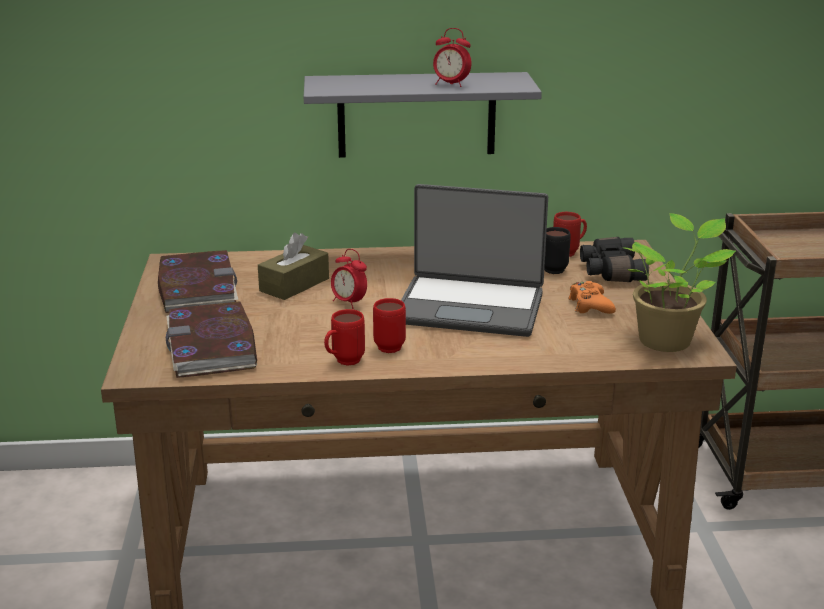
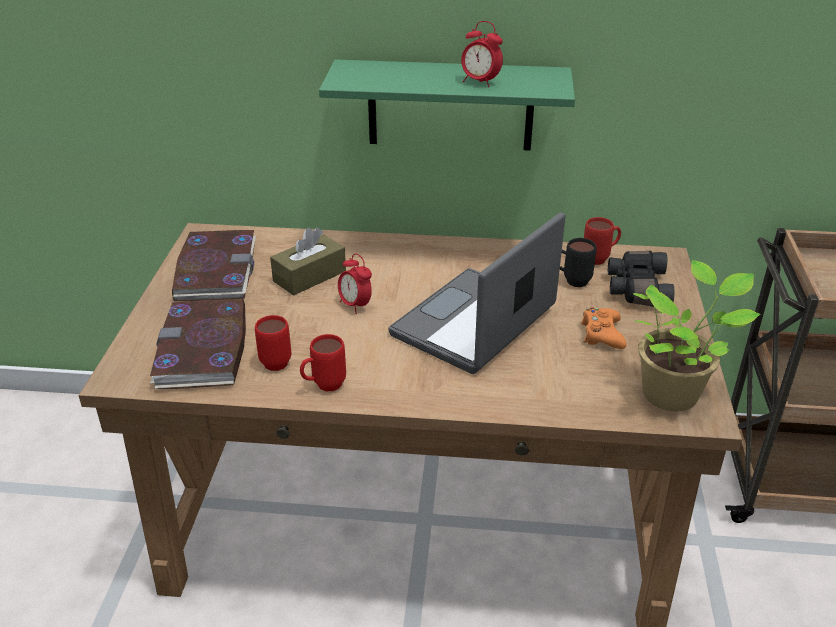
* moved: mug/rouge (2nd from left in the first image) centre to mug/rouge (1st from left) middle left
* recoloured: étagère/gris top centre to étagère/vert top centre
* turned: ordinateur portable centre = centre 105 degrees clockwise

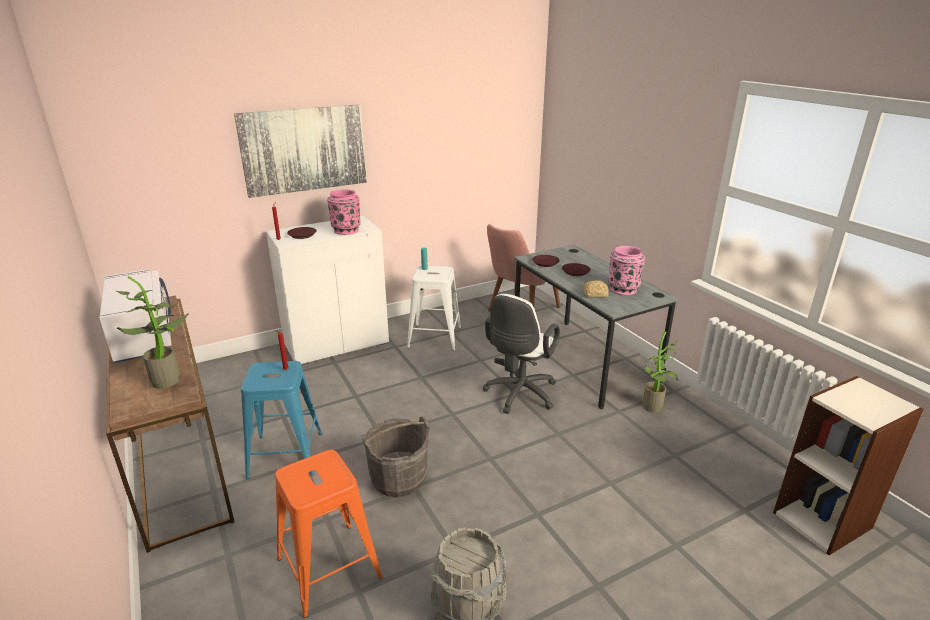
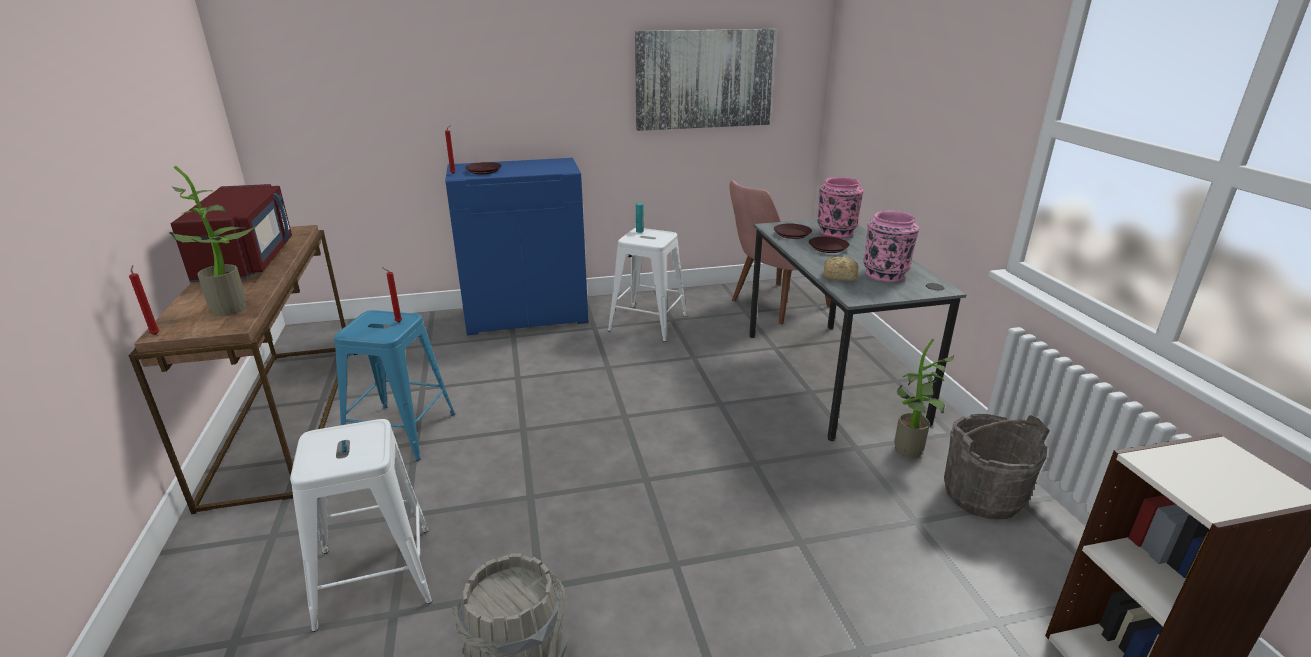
* added: bougie/rouge (1st from left) middle left
* recoloured: micro-ondes/blanc middle left to micro-ondes/rouge middle left
* recoloured: tabouret/orange bottom centre to tabouret/blanc (1st from left) bottom left
* recoloured: meuble de rangement/blanc centre to meuble de rangement/bleu centre
* moved: tableau top left to top centre
* moved: vase/rose (1st from left) centre to top centre
* moved: seau/gris (1st from left in the first image) bottom centre to seau/gris (2nd from left) bottom right
* removed: chaise de bureau/blanc centre

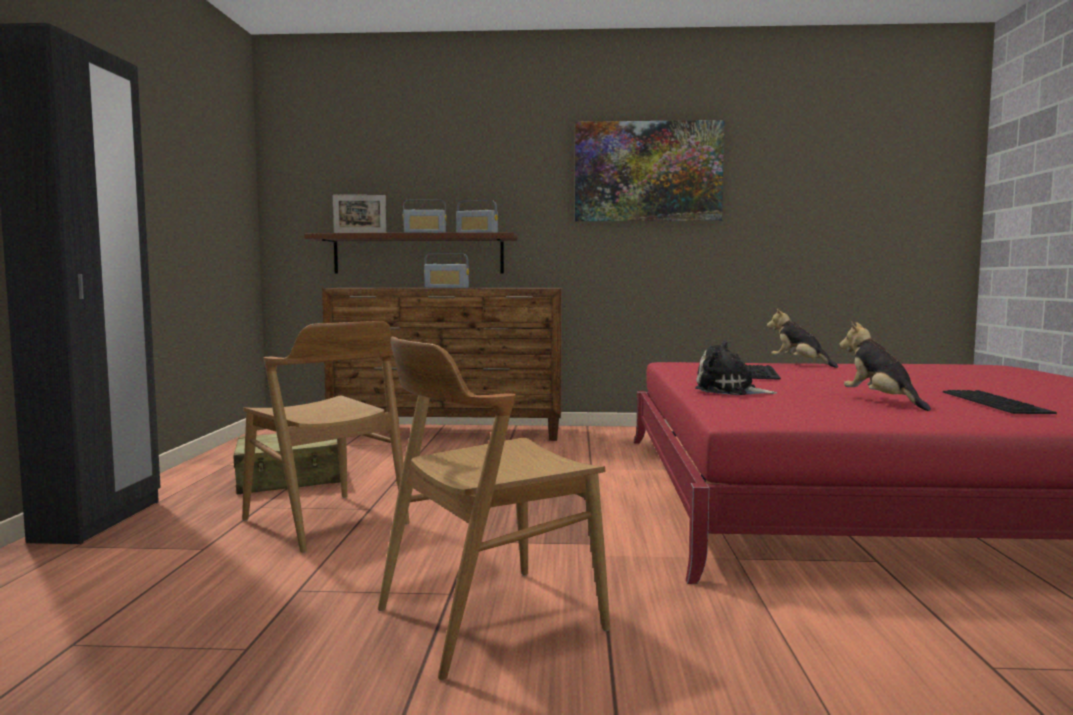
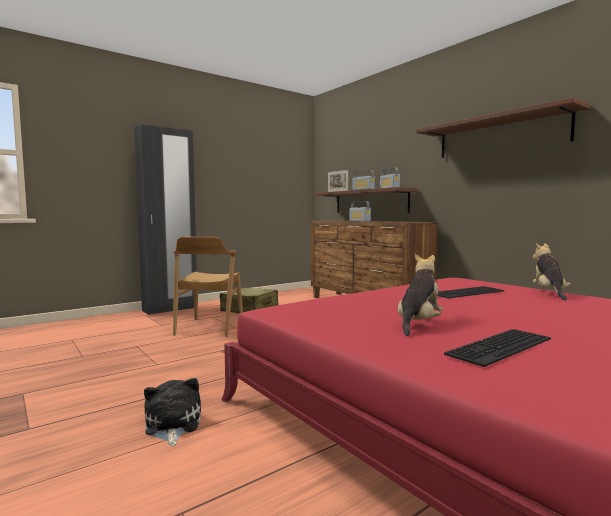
* moved: peluche (1st from left) middle right to bottom left
* replaced: tableau top centre to étagère/marron (2nd from left) top right
* removed: chaise/marron (2nd from left) bottom centre

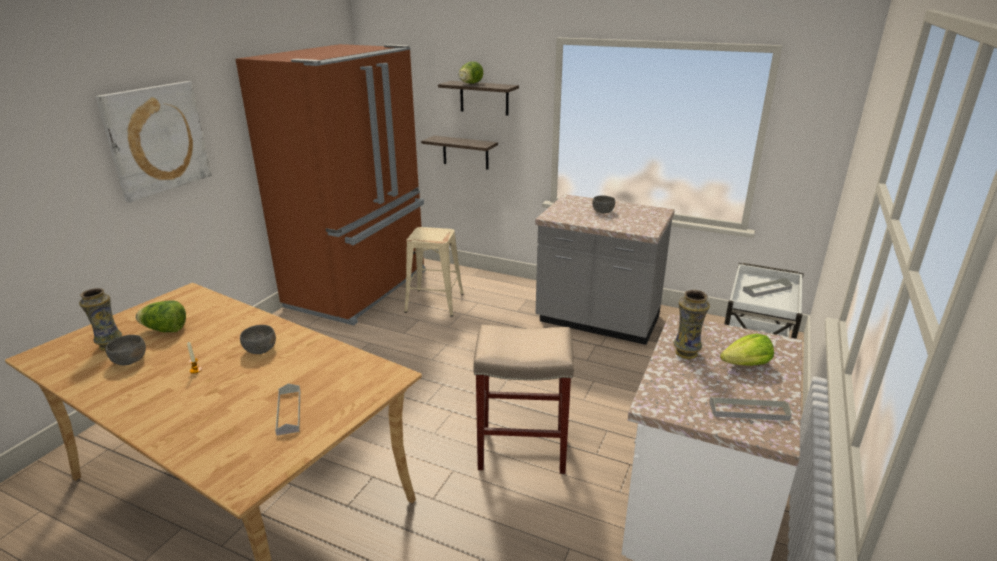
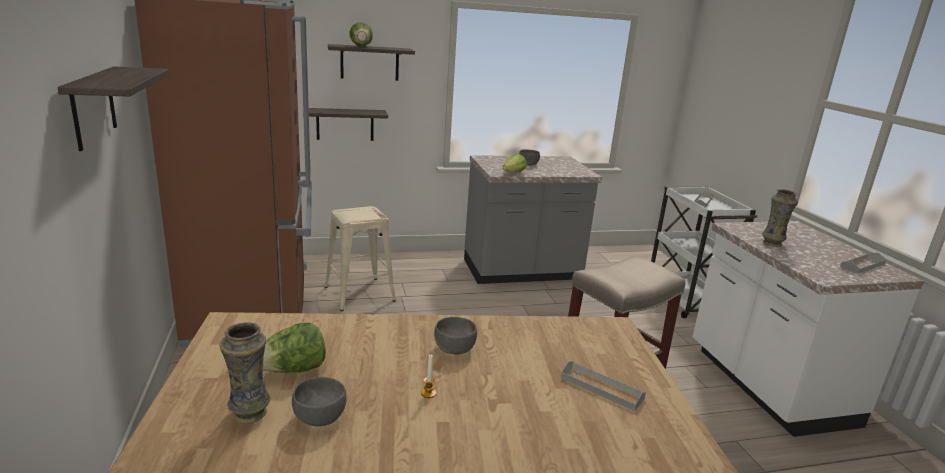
* replaced: tableau top left to étagère (1st from left) top left
* moved: laitue (3rd from left) middle right to centre

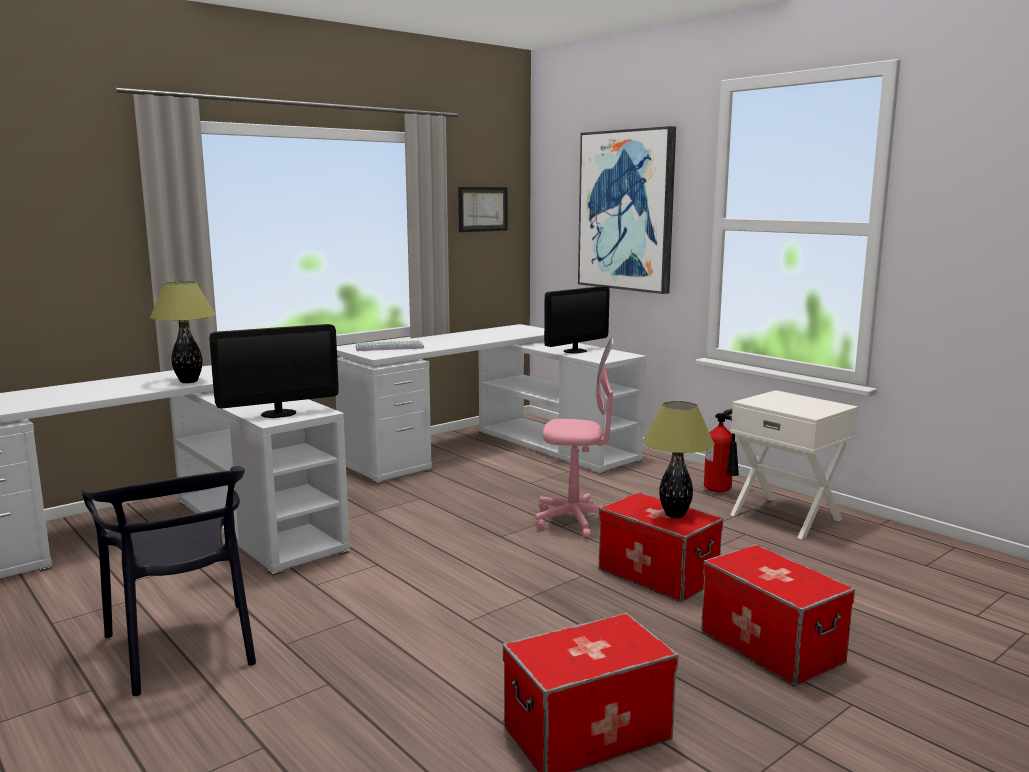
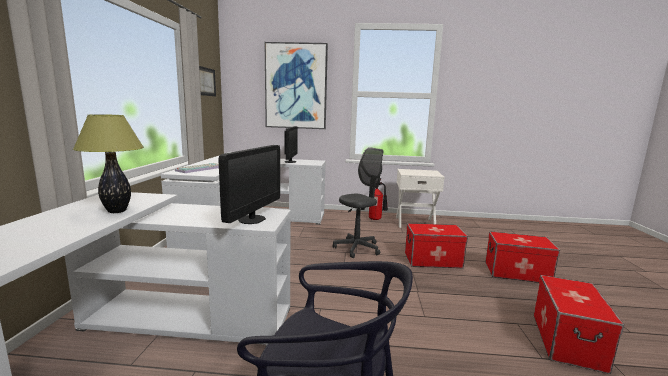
* recoloured: chaise de bureau/rose centre to chaise de bureau/gris centre
* removed: lampe de table (2nd from left) centre

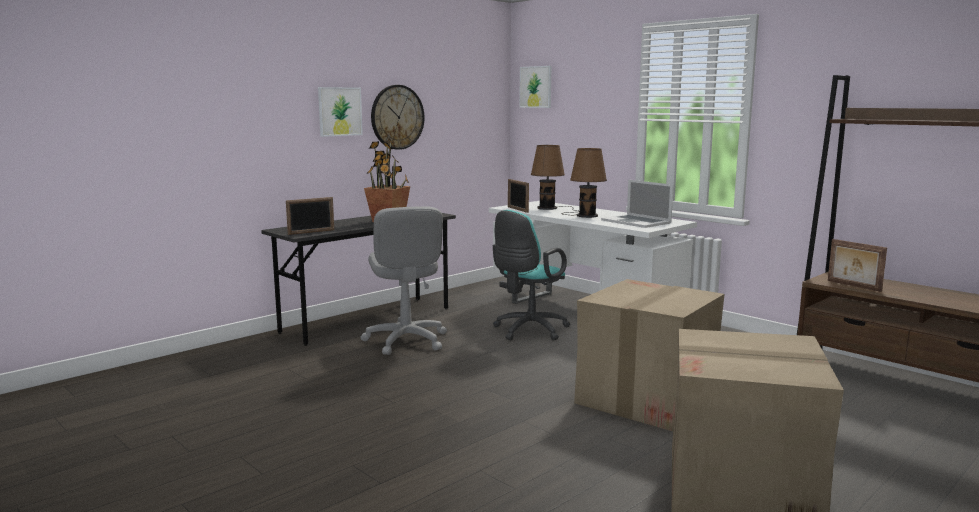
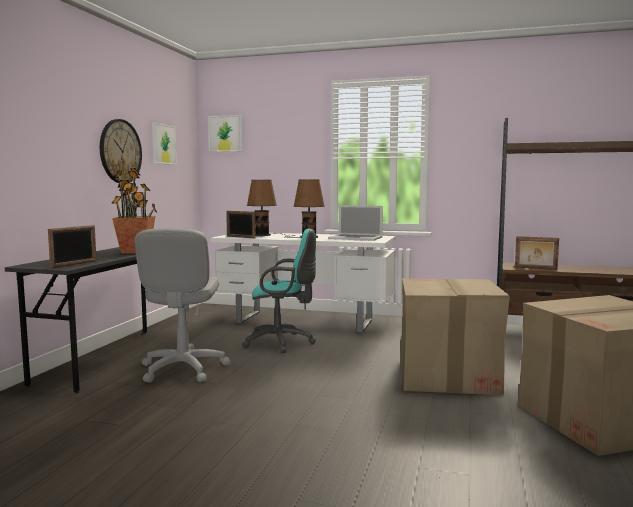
* turned: chaise de bureau/gris centre = middle left 45 degrees clockwise
* moved: tableau (1st from left) top centre to top left
* turned: chaise de bureau/turquoise centre = centre 90 degrees counterclockwise

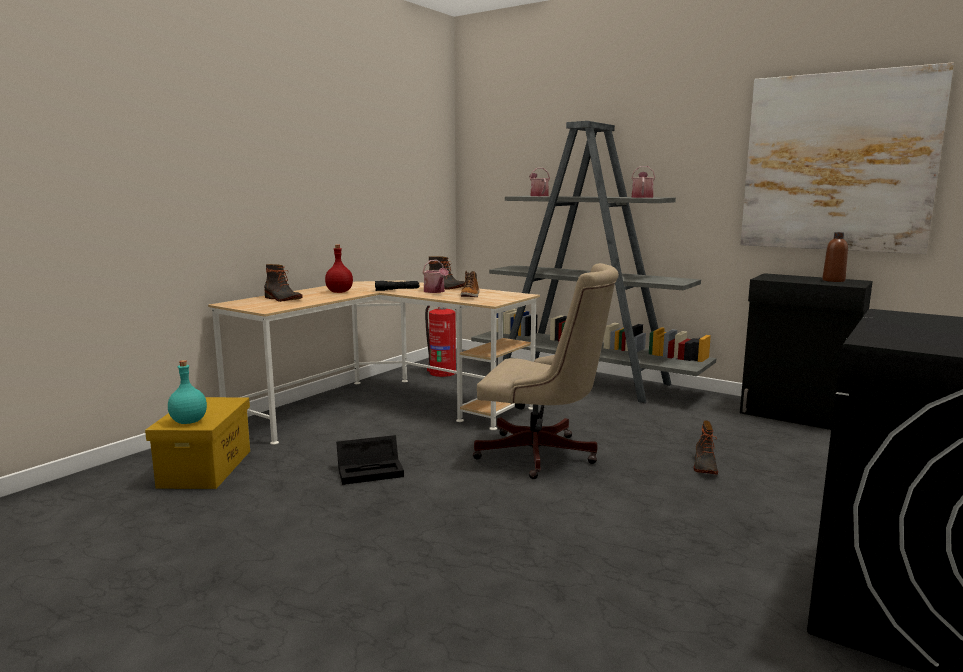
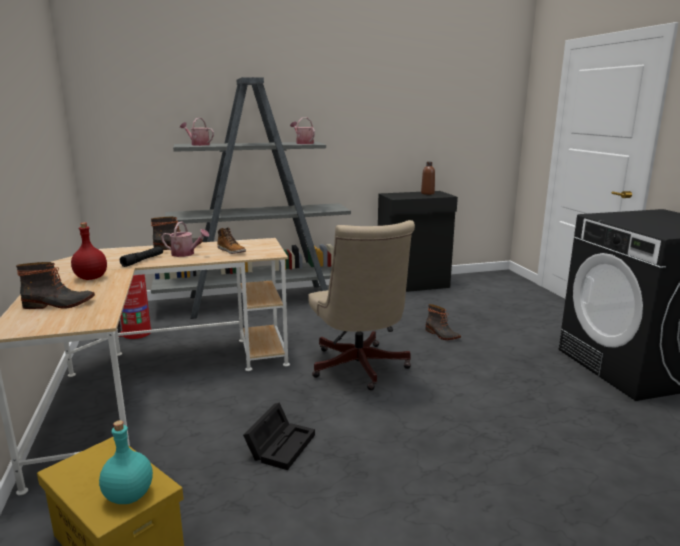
* turned: chaise de bureau/beige centre = centre 105 degrees clockwise
* removed: tableau top right

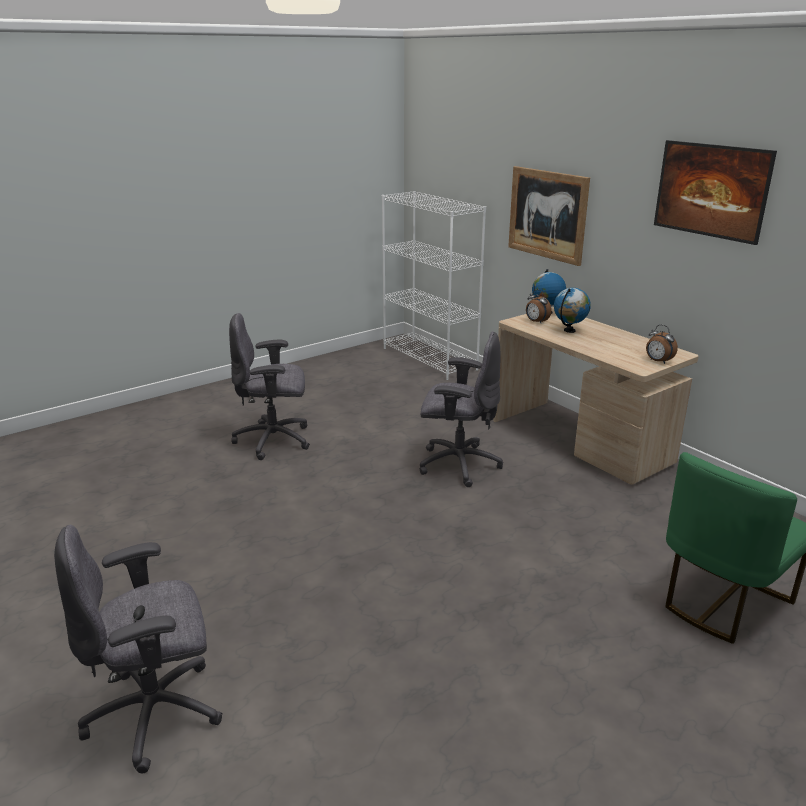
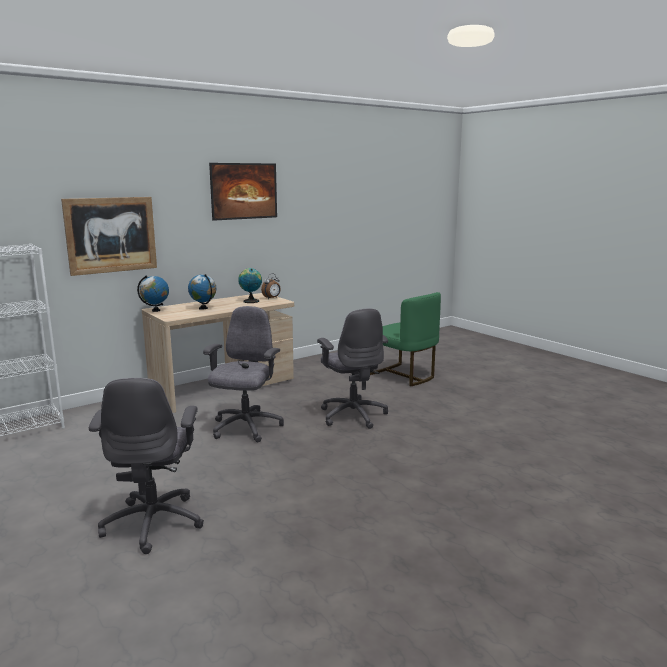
* added: globe (3rd from left) centre
* moved: chaise de bureau/gris (1st from left in the first image) bottom left to chaise de bureau/gris (3rd from left) centre
* removed: réveil (1st from left) middle right

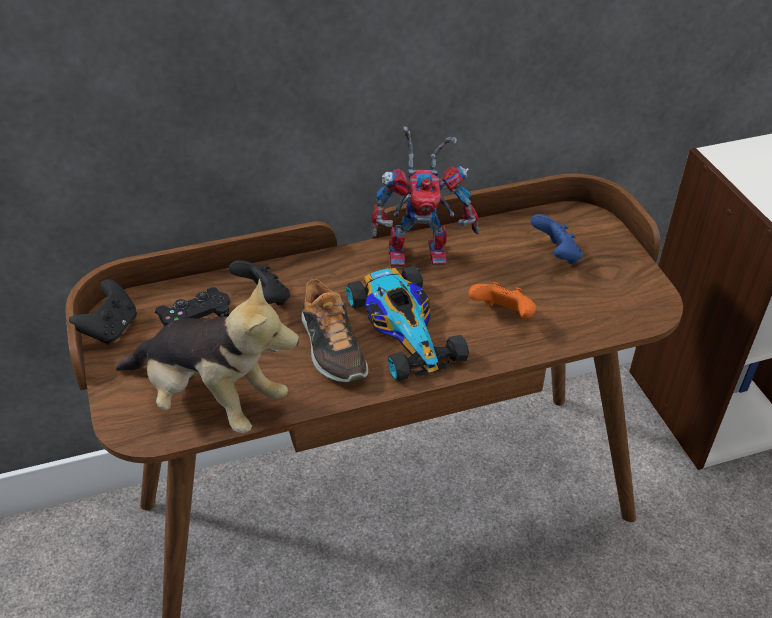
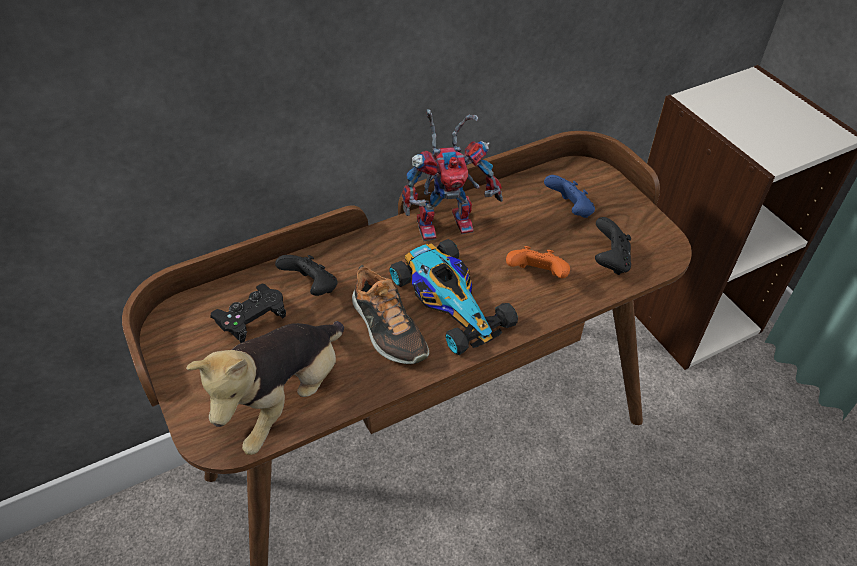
* turned: peluche middle left = bottom left 105 degrees clockwise
* moved: manette/noir (1st from left in the first image) middle left to manette/noir (3rd from left) middle right

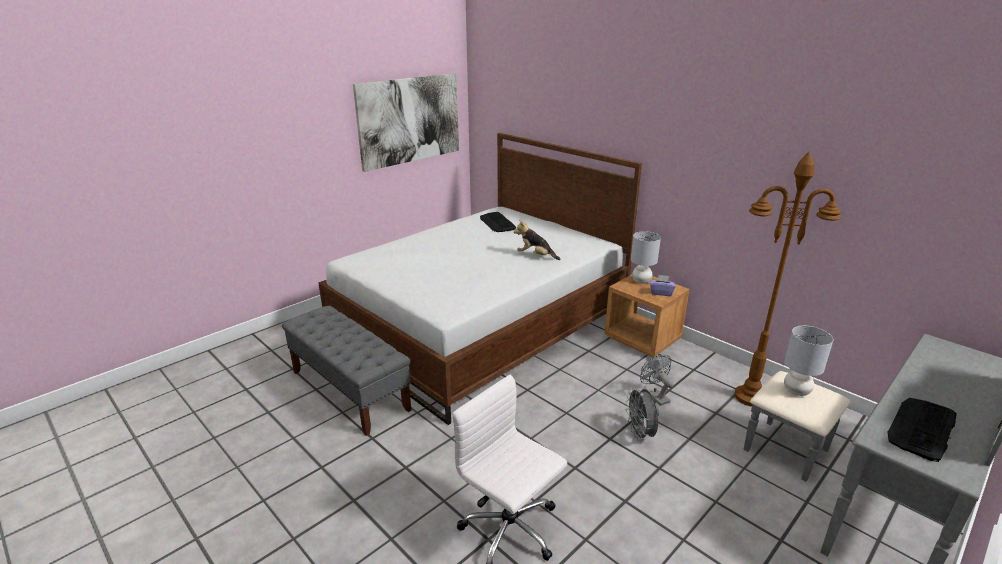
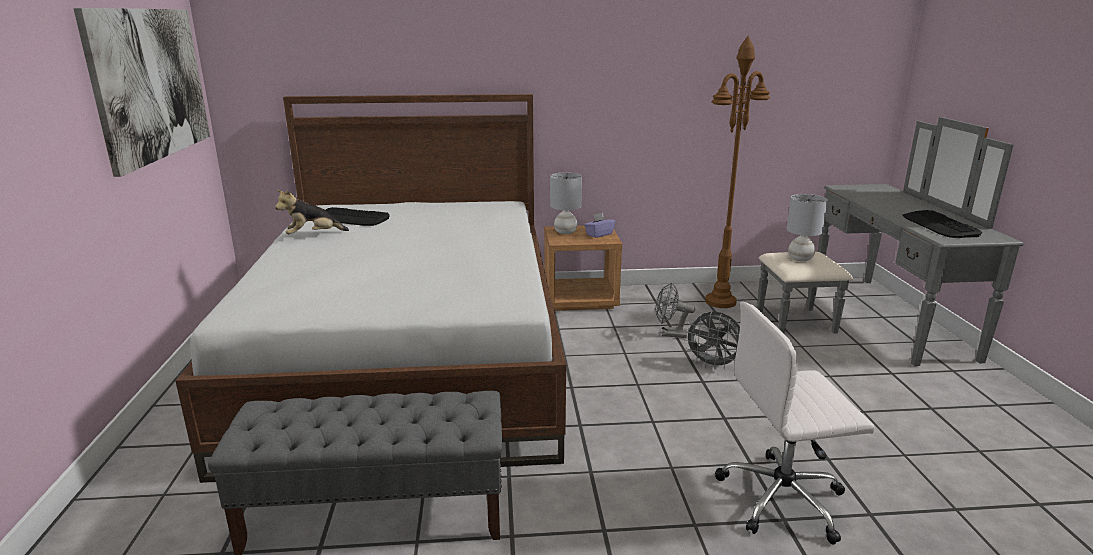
* moved: peluche centre to middle left

